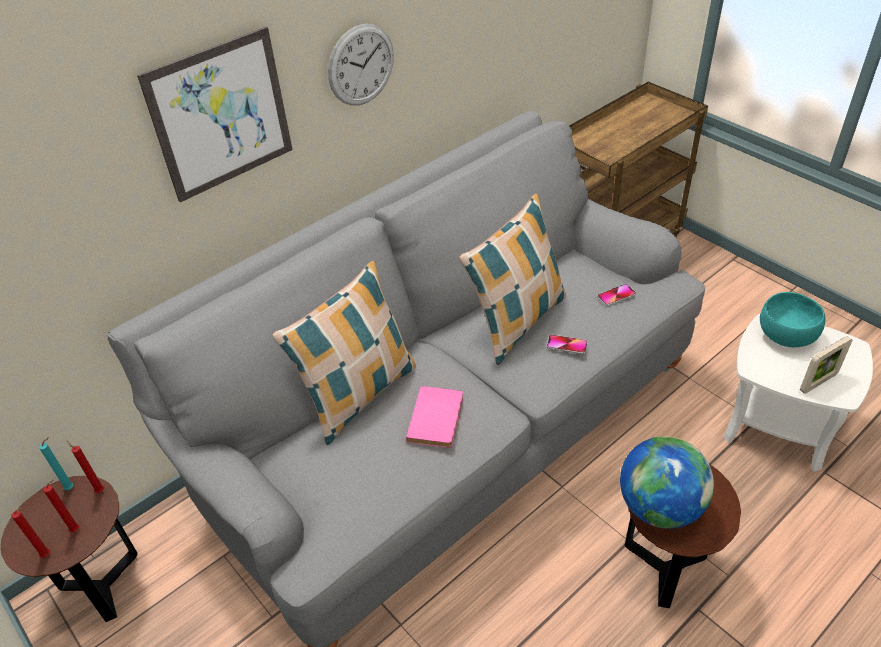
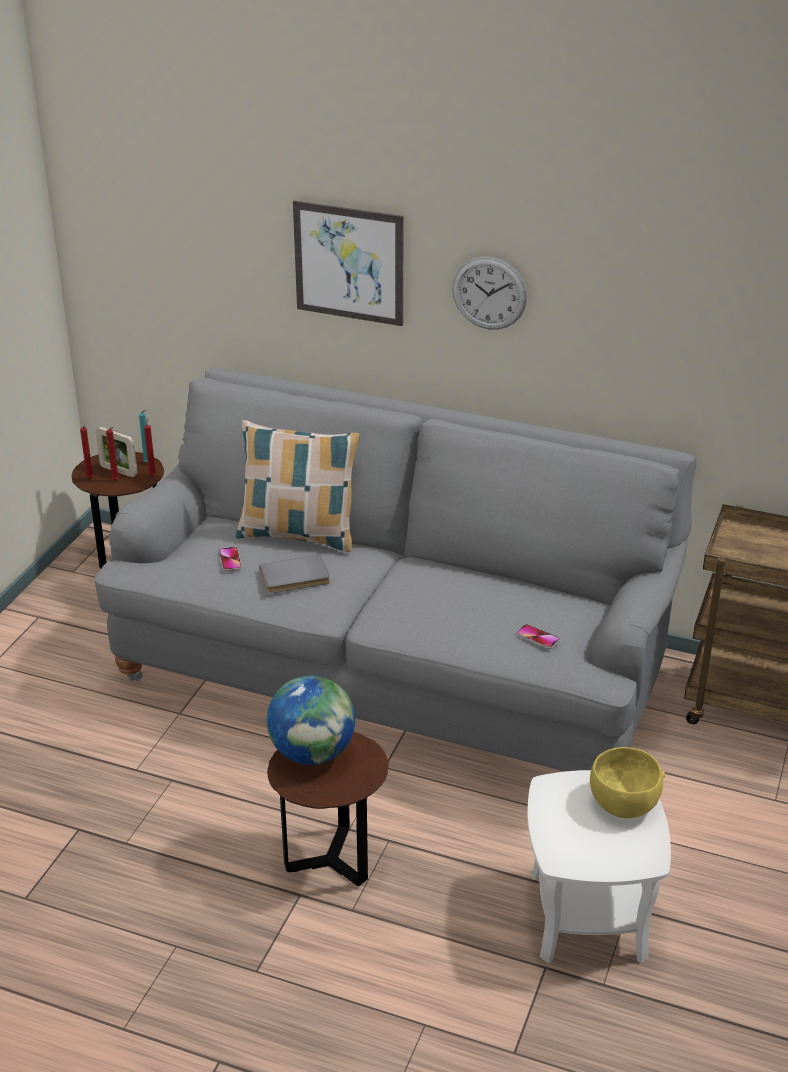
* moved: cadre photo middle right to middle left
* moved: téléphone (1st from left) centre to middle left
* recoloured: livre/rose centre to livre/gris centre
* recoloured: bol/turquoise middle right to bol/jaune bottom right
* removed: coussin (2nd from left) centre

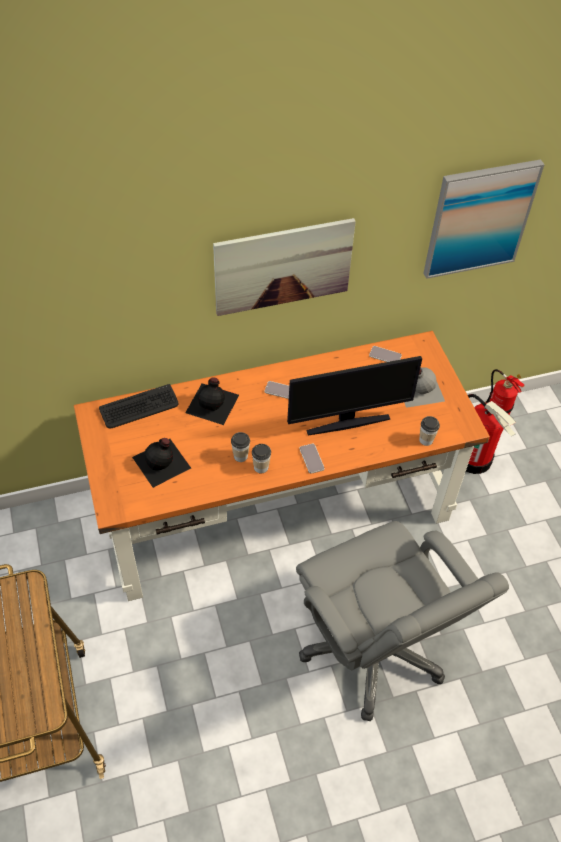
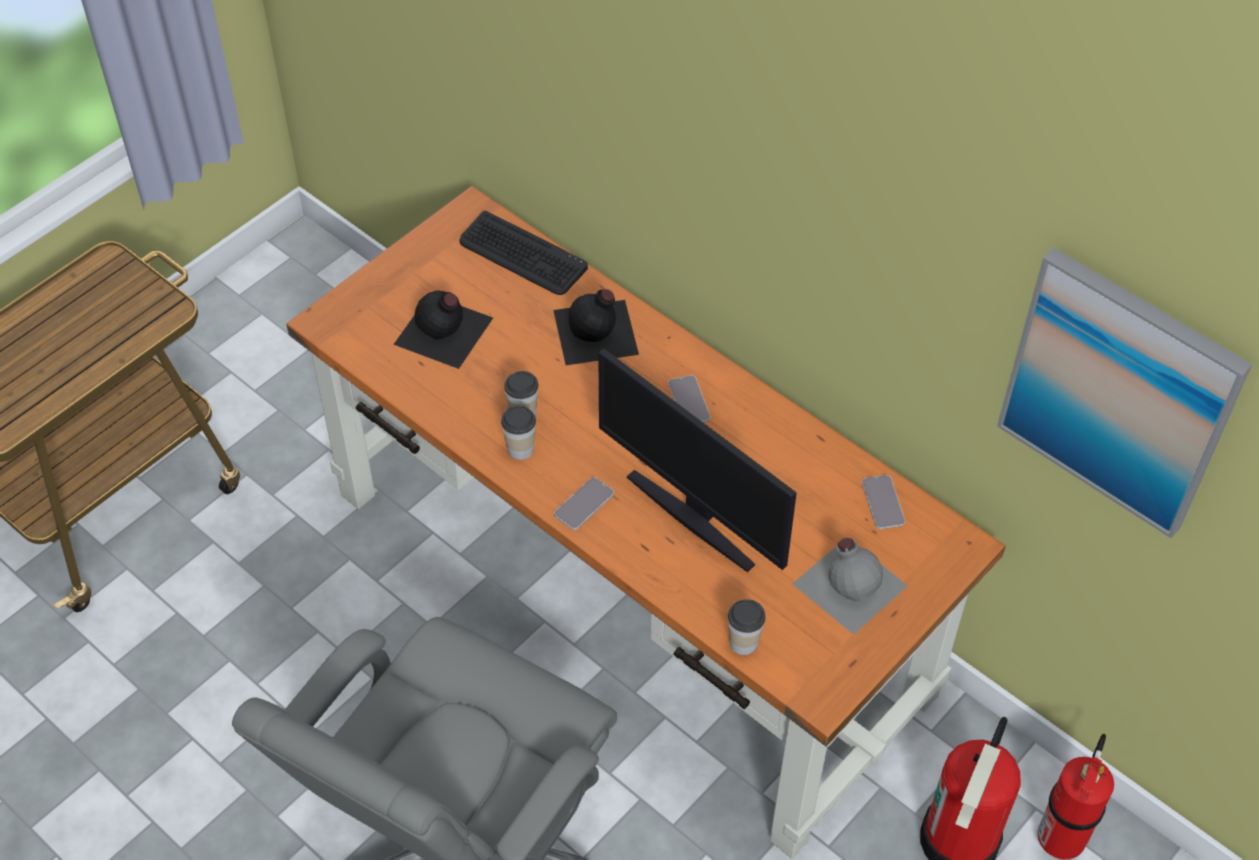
* removed: tableau (1st from left) top centre

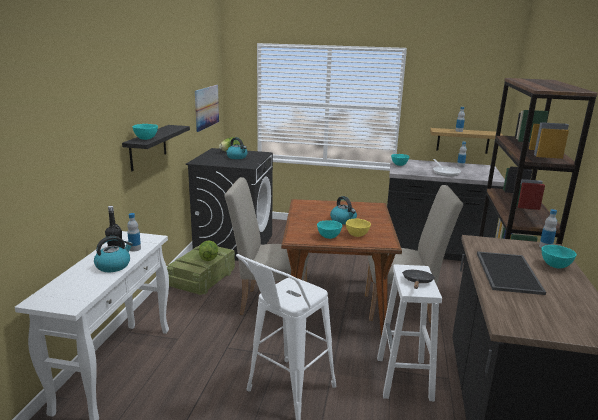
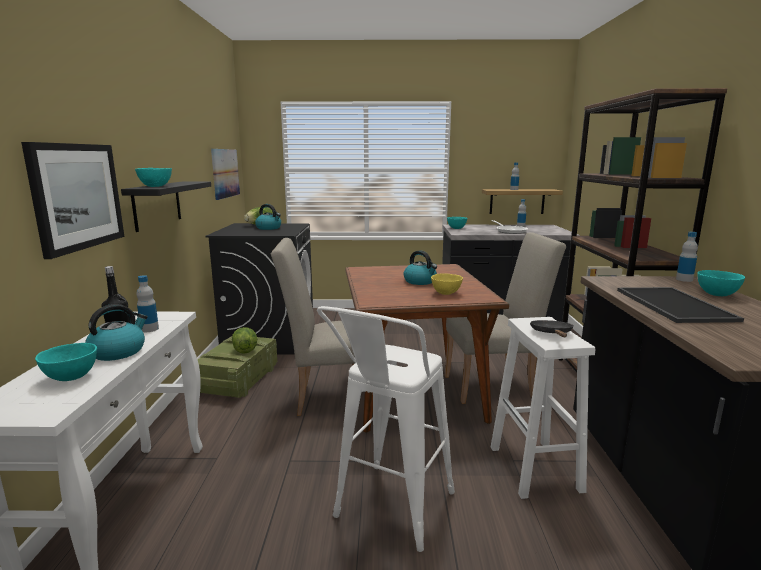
* added: tableau (1st from left) middle left
* moved: bol/turquoise (2nd from left in the first image) centre to bol/turquoise (1st from left) middle left

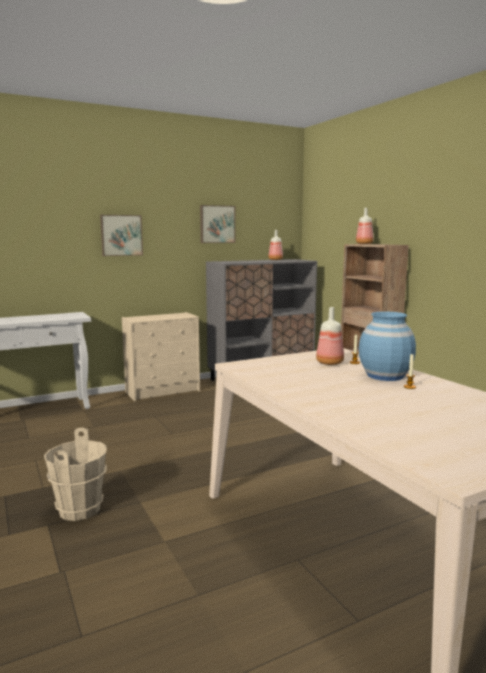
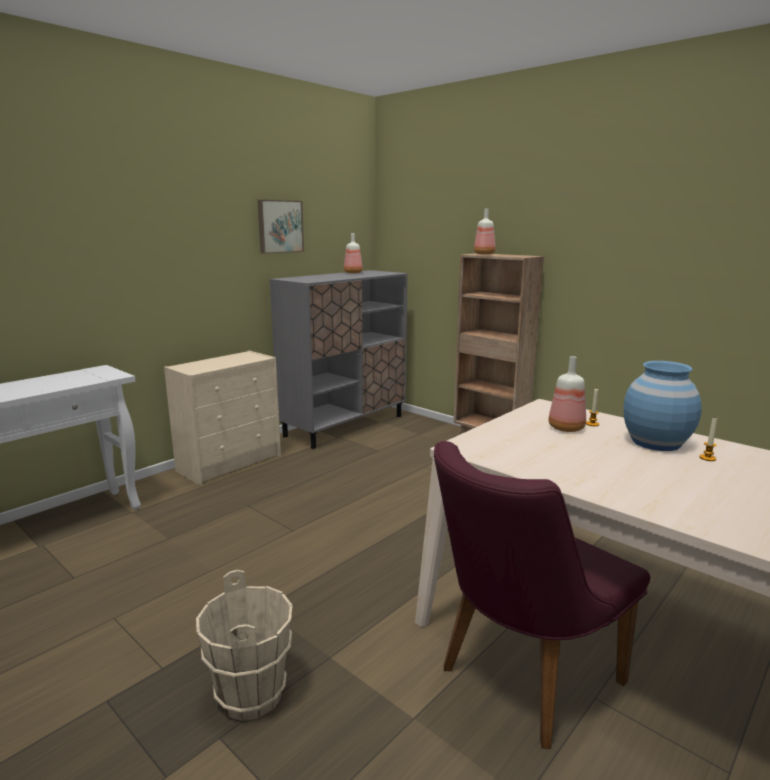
* added: chaise/violet bottom right
* removed: tableau (1st from left) middle left

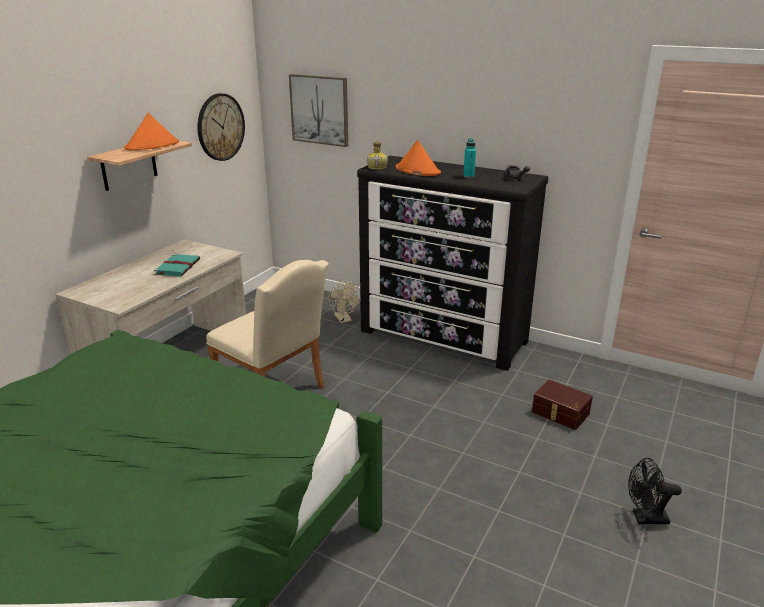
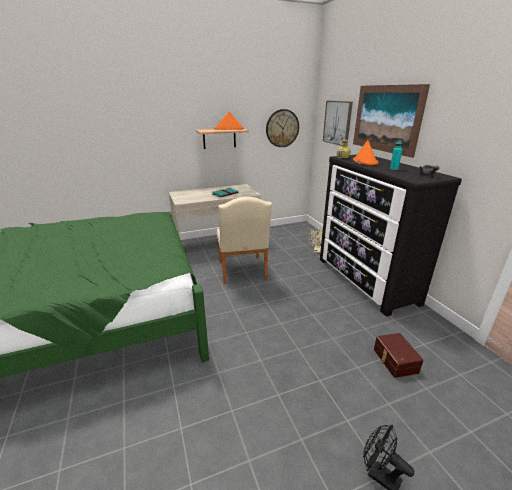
* added: tableau (2nd from left) top right

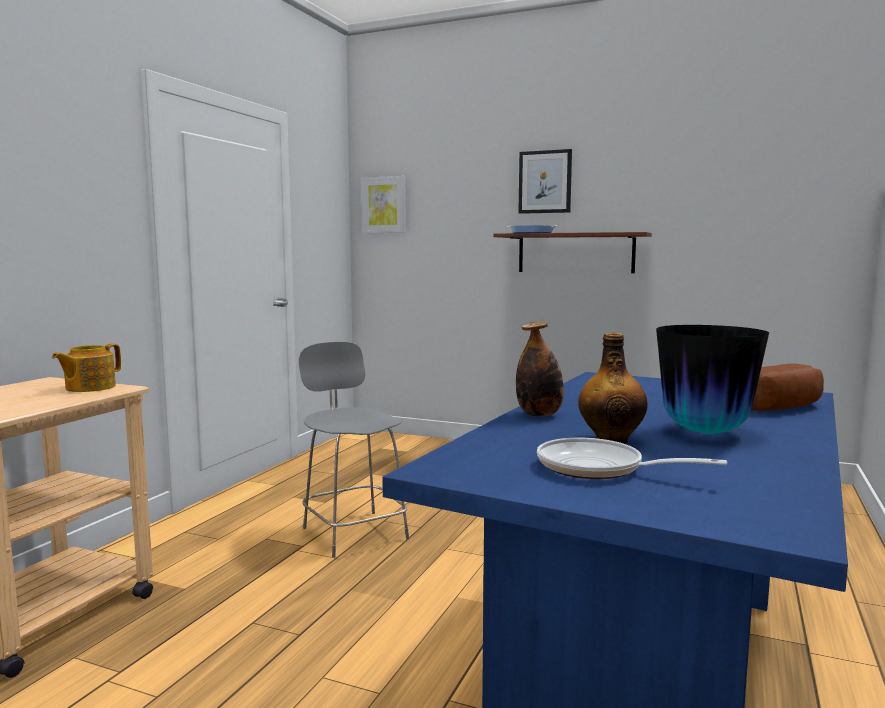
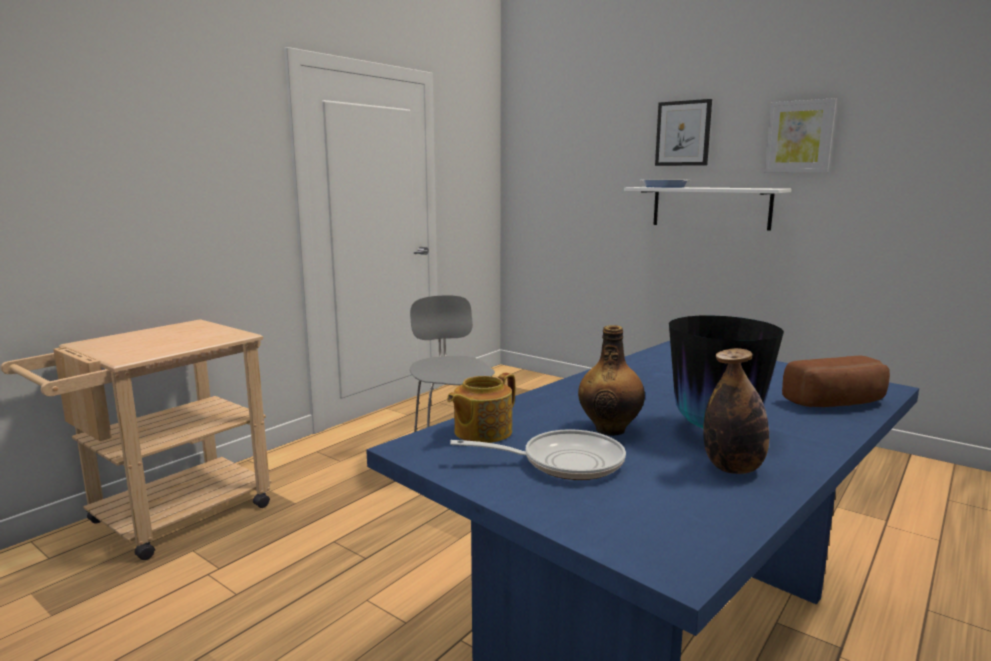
* moved: théière middle left to centre
* turned: poêle (2nd from left in the first image) middle right = bottom centre 135 degrees clockwise
* recoloured: étagère/marron centre to étagère/blanc top right
* moved: bouteille (1st from left in the first image) centre to bouteille (2nd from left) middle right
* moved: tableau (1st from left in the first image) top centre to tableau (2nd from left) top right

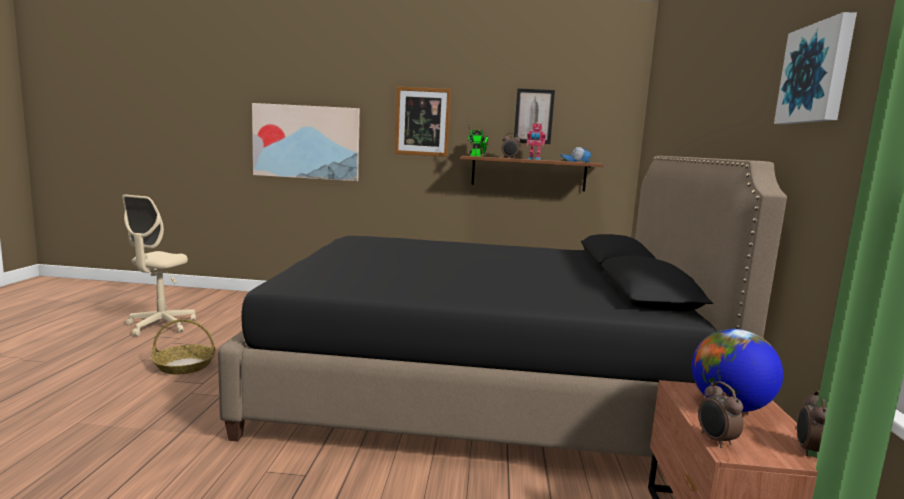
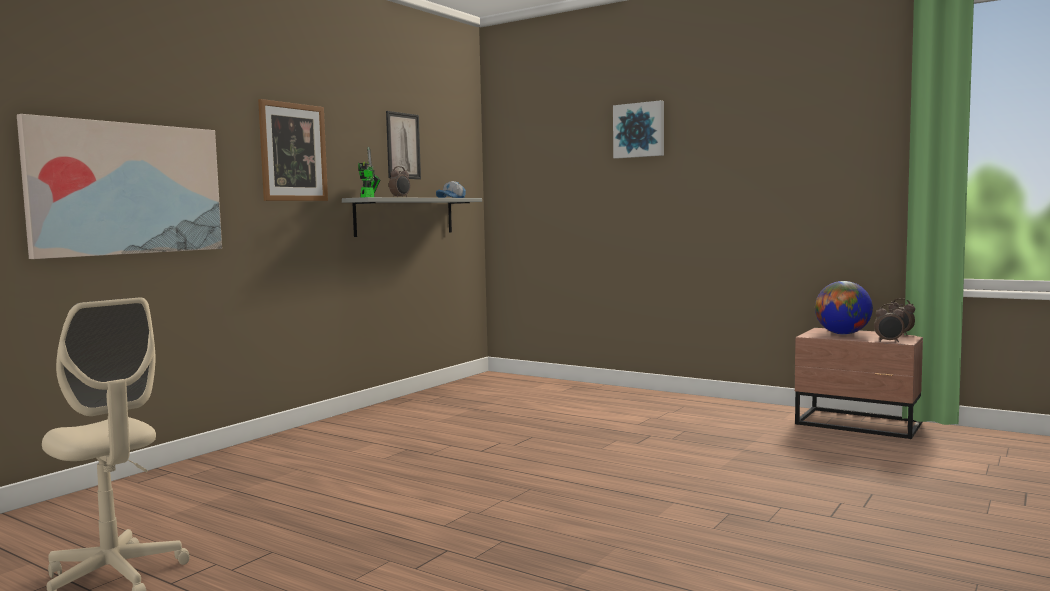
* recoloured: étagère/marron centre to étagère/gris centre
* moved: tableau (4th from left) top right to top centre
* removed: panier bottom left
* removed: lit/noir centre
* removed: robot jouet (2nd from left) top centre

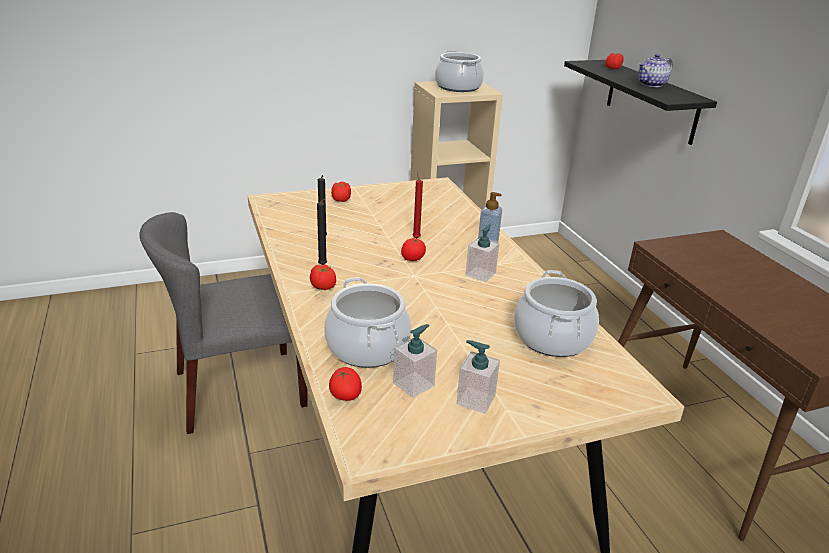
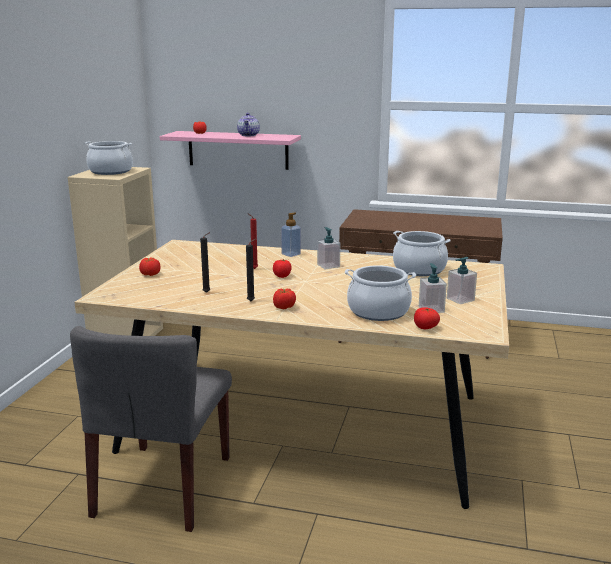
* recoloured: étagère/noir top right to étagère/rose top centre

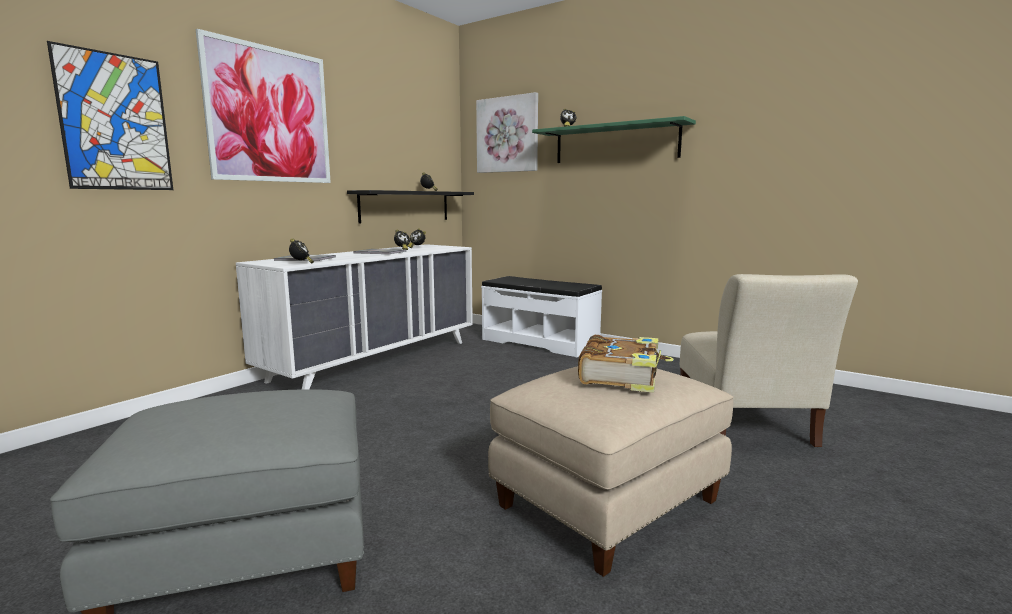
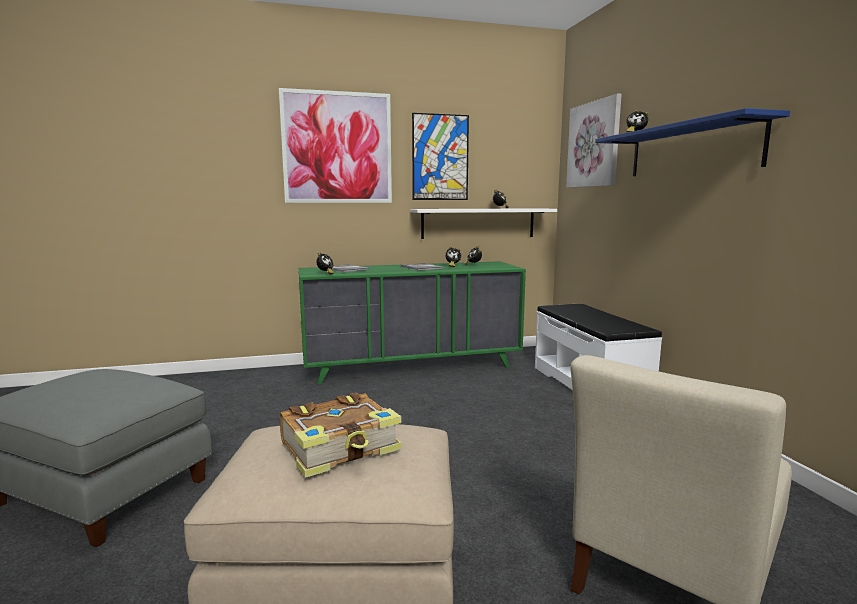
* recoloured: commode/blanc centre to commode/vert centre
* recoloured: étagère/noir centre to étagère/blanc centre
* moved: tableau (1st from left in the first image) top left to tableau (2nd from left) top centre
* recoloured: étagère/vert top centre to étagère/bleu top right

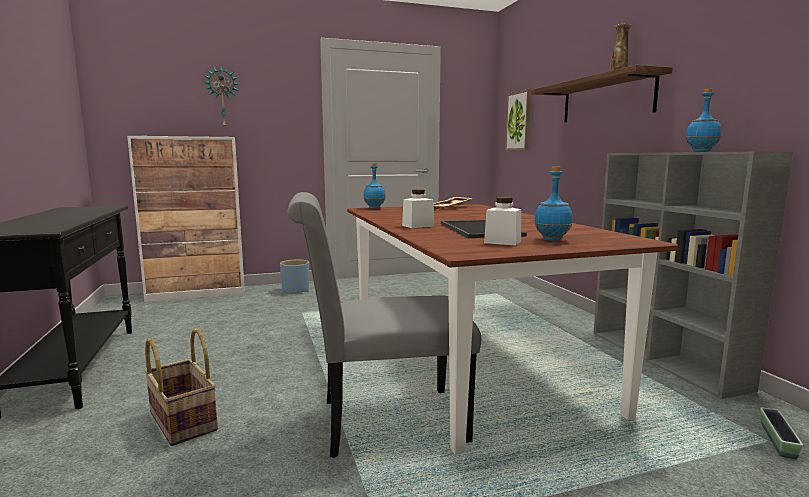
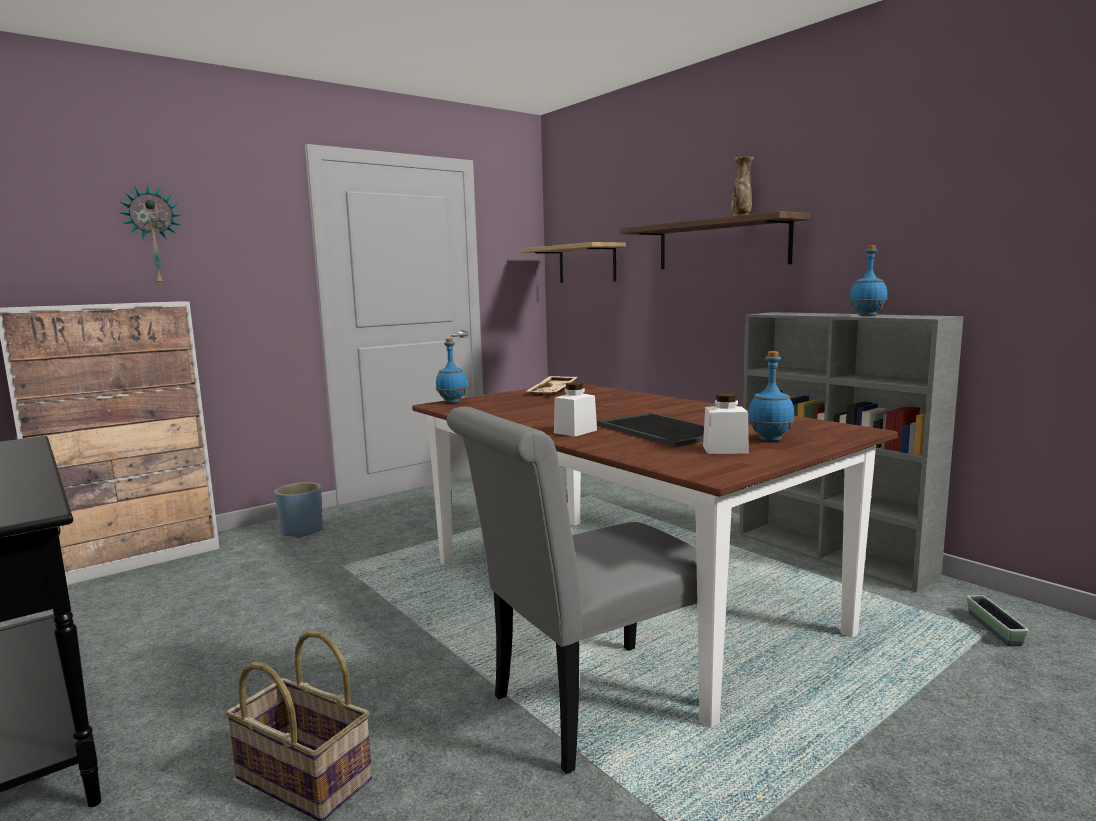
* replaced: tableau top centre to étagère (1st from left) top centre

